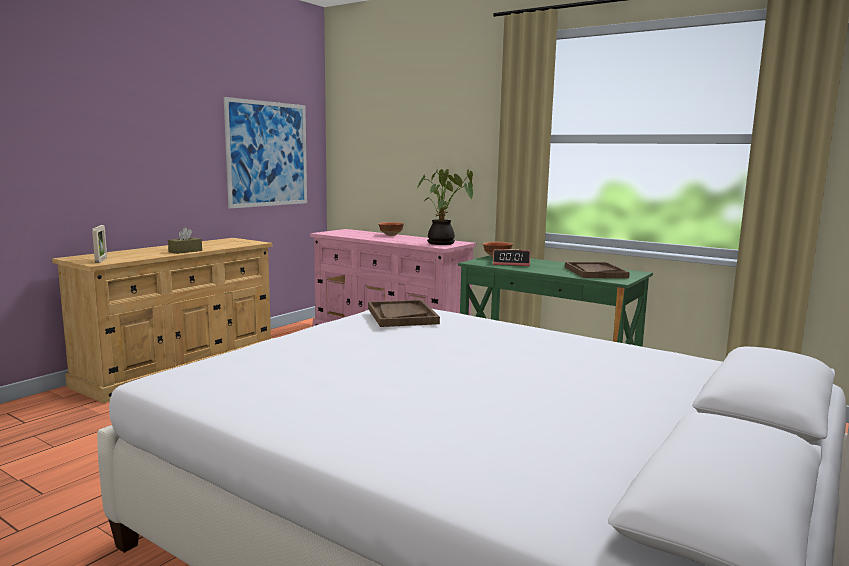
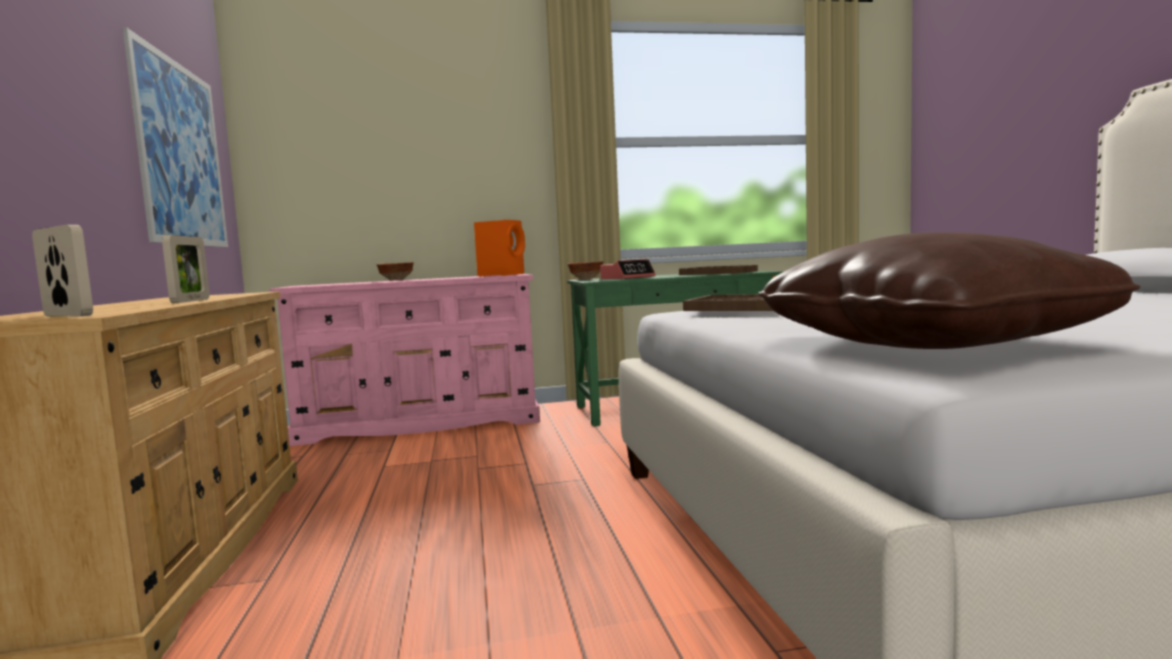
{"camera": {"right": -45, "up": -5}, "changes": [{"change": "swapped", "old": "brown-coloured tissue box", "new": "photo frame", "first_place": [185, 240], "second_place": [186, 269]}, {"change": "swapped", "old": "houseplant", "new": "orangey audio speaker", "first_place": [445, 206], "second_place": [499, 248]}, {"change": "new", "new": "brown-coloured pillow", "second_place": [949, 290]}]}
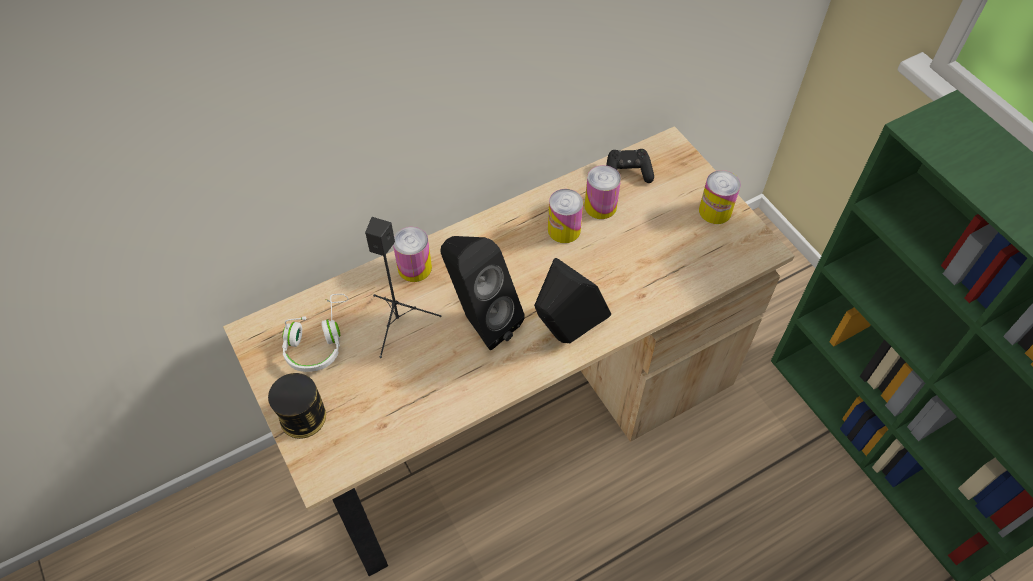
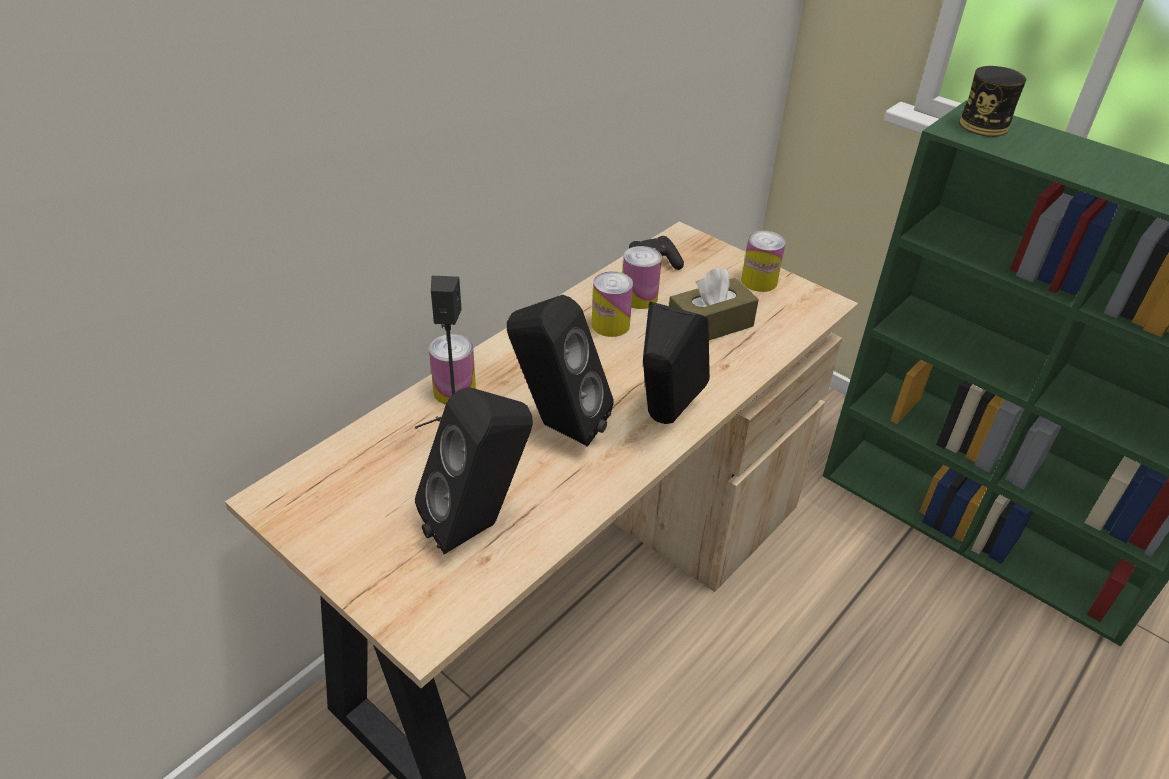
{"camera": {"right": -20, "up": -15}, "changes": [{"change": "shifted", "old": "sealed can", "first_place": [297, 406], "second_place": [992, 101]}, {"change": "gone", "old": "white-coloured headset", "first_place": [315, 333]}, {"change": "new", "new": "black audio speaker", "second_place": [474, 470]}, {"change": "new", "new": "brown-coloured tissue box", "second_place": [714, 303]}]}
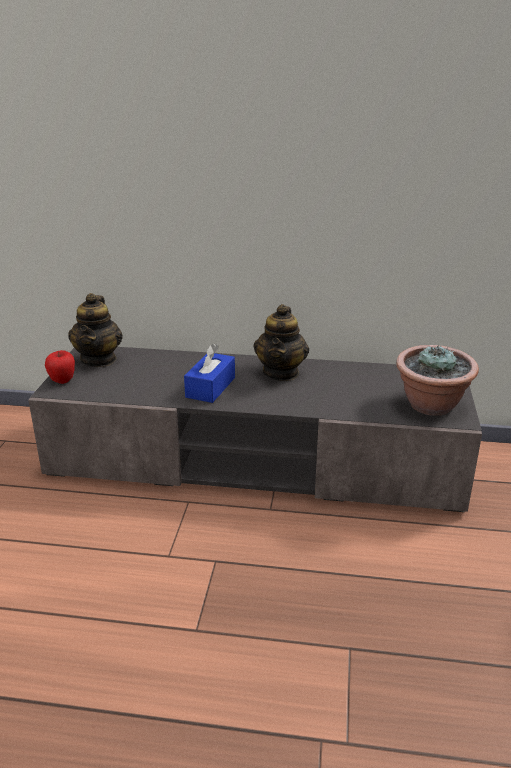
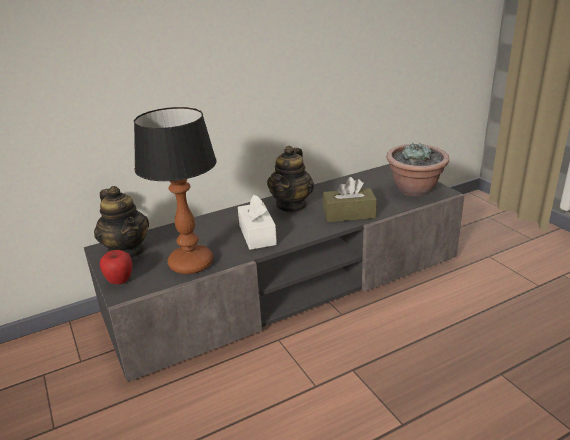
{"camera": {"right": -35, "up": 0}, "changes": [{"change": "repainted", "old": "blue-coloured tissue box", "new": "white-coloured tissue box", "first_place": [209, 373], "second_place": [257, 222]}, {"change": "rotated", "old": "pot for tea", "first_place": [281, 342], "second_place": [290, 179], "degrees": 45}, {"change": "new", "new": "table lamp", "second_place": [175, 190]}, {"change": "new", "new": "brown-coloured tissue box", "second_place": [350, 199]}]}
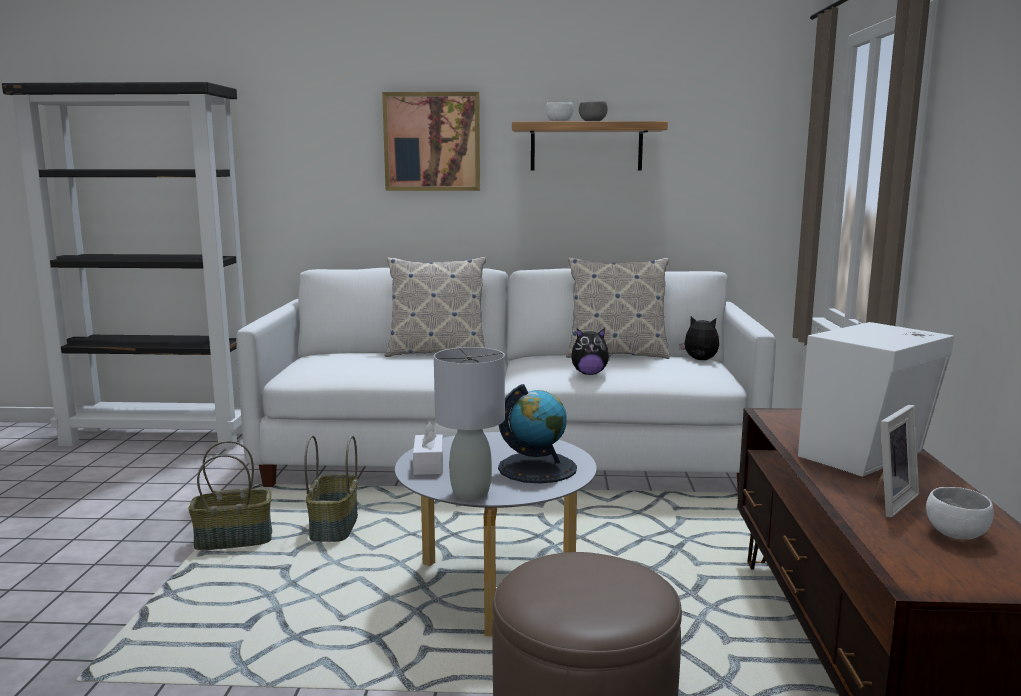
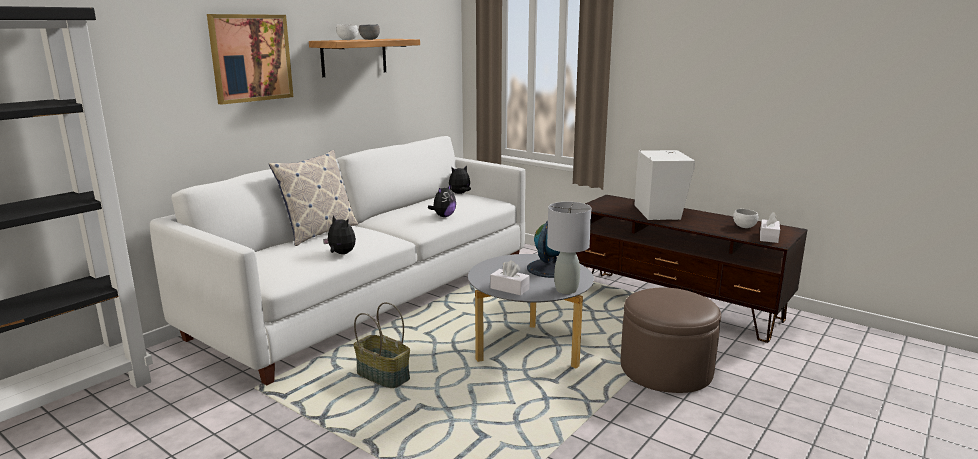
{"camera": {"right": -55, "up": 5}, "changes": [{"change": "gone", "old": "basket", "first_place": [230, 495]}, {"change": "gone", "old": "pillow", "first_place": [618, 308]}, {"change": "gone", "old": "photo frame", "first_place": [895, 461]}, {"change": "new", "new": "plush toy", "second_place": [339, 234]}, {"change": "new", "new": "white-coloured tissue box", "second_place": [770, 227]}]}
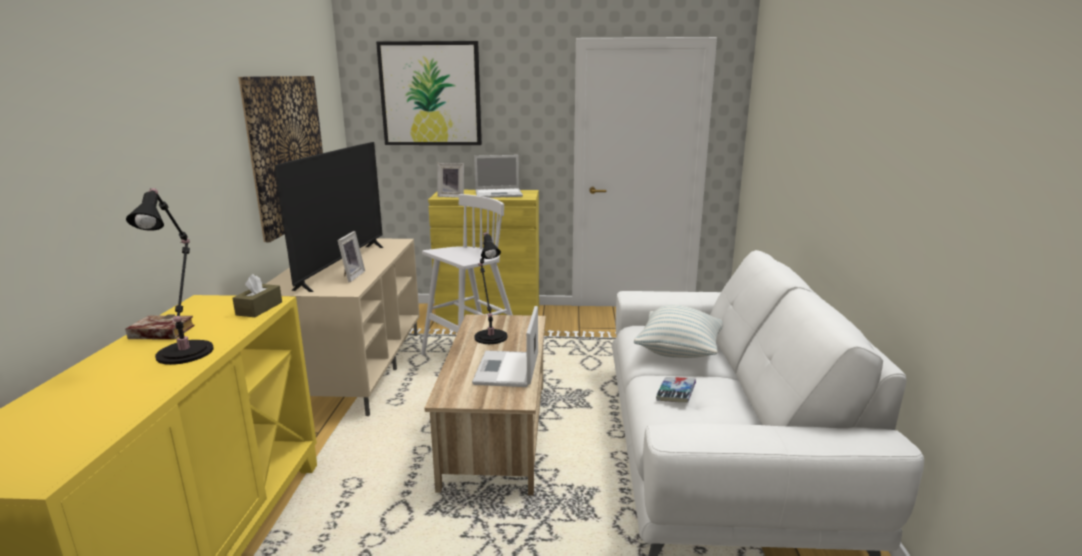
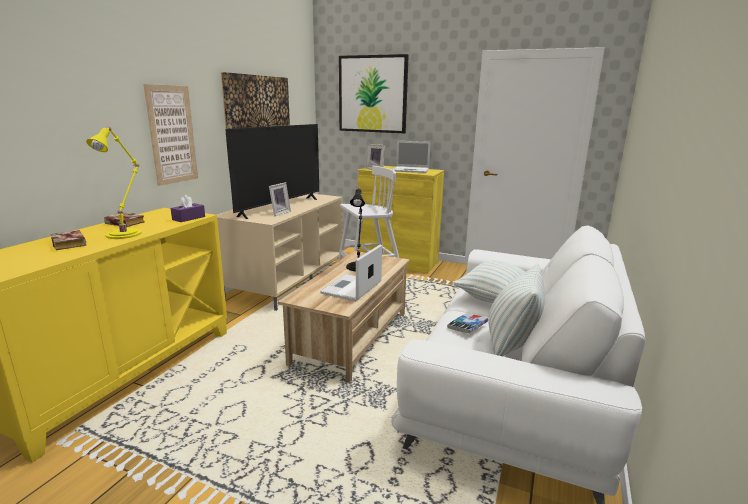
{"camera": {"right": 20, "up": 0}, "changes": [{"change": "repainted", "old": "black table lamp", "new": "yellow table lamp", "first_place": [170, 276], "second_place": [114, 183]}, {"change": "repainted", "old": "brown-coloured tissue box", "new": "purple-coloured tissue box", "first_place": [257, 295], "second_place": [188, 208]}, {"change": "new", "new": "volume", "second_place": [68, 240]}, {"change": "new", "new": "wall picture", "second_place": [171, 135]}, {"change": "new", "new": "pillow", "second_place": [516, 310]}]}
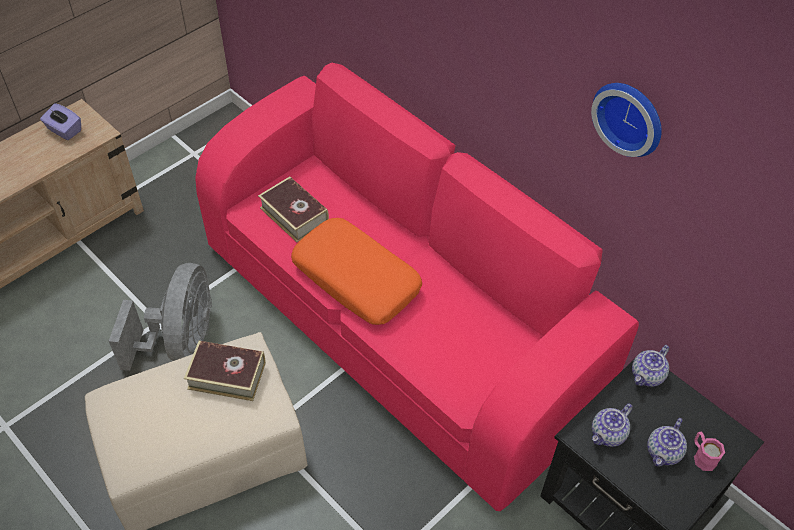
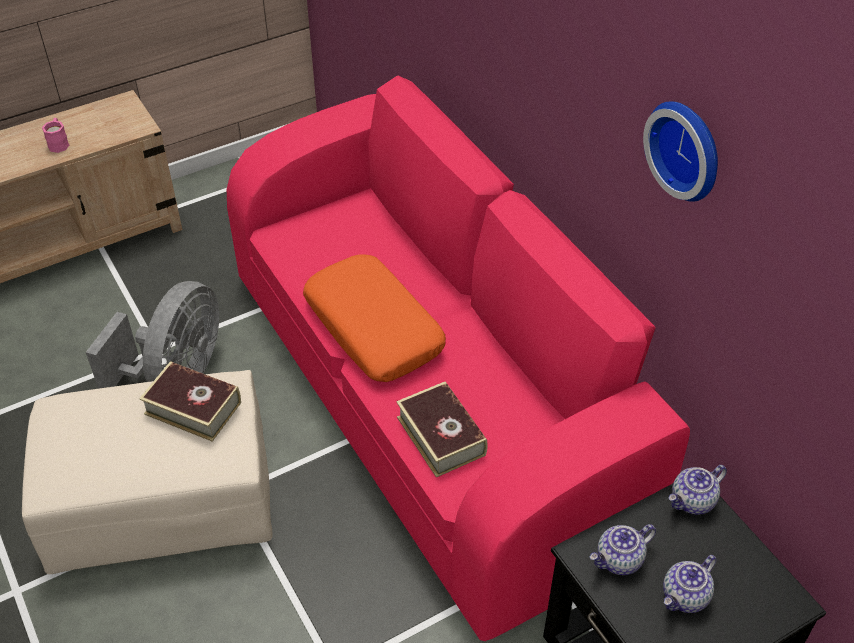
{"camera": {"right": 15, "up": -5}, "changes": [{"change": "gone", "old": "purple-coloured tissue box", "first_place": [60, 121]}, {"change": "shifted", "old": "volume", "first_place": [293, 209], "second_place": [442, 429]}, {"change": "shifted", "old": "pink mug", "first_place": [709, 451], "second_place": [55, 135]}]}
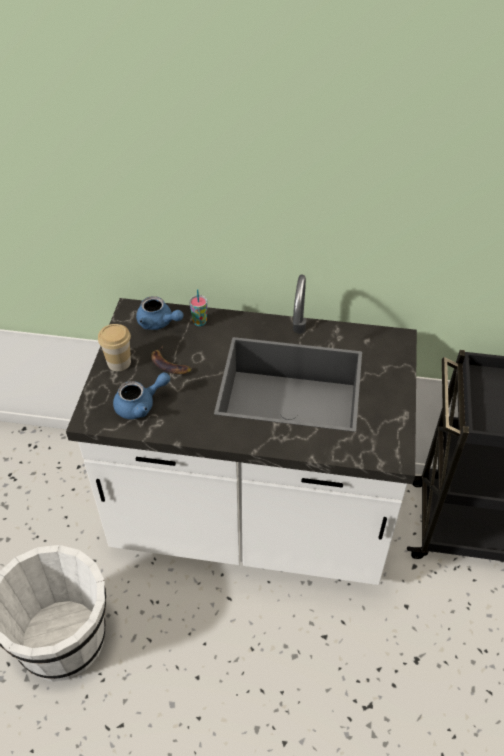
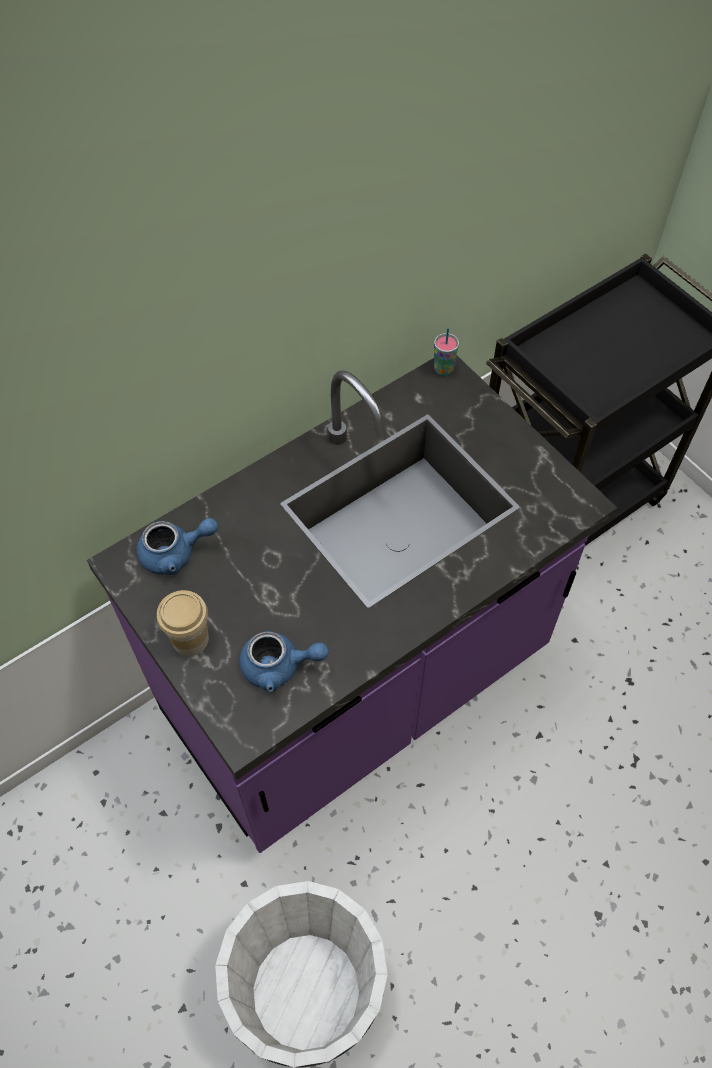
{"camera": {"right": -45, "up": 10}, "changes": [{"change": "repainted", "old": "white-coloured kitchen base unit", "new": "purple-coloured kitchen base unit", "first_place": [241, 429], "second_place": [352, 604]}, {"change": "rotated", "old": "blue-coloured pot for tea", "first_place": [141, 395], "second_place": [284, 661], "degrees": 75}, {"change": "gone", "old": "whole banana", "first_place": [172, 360]}, {"change": "shifted", "old": "cup", "first_place": [198, 307], "second_place": [446, 352]}]}
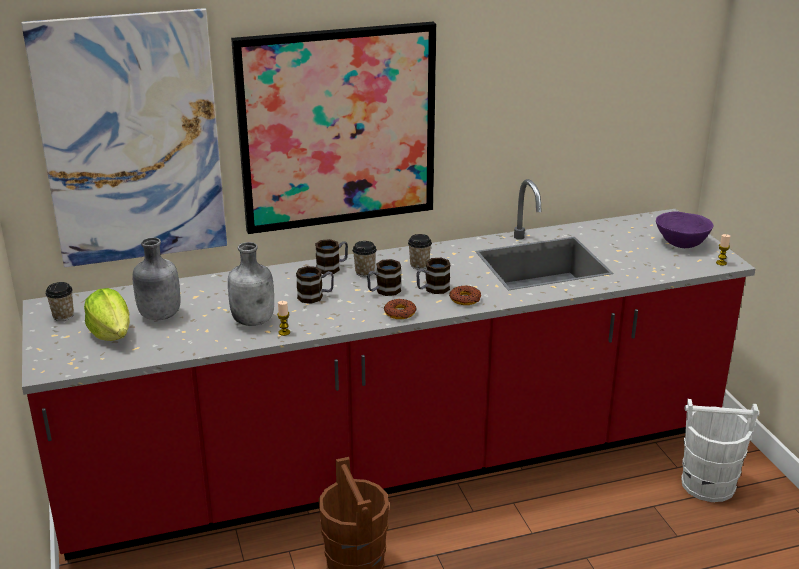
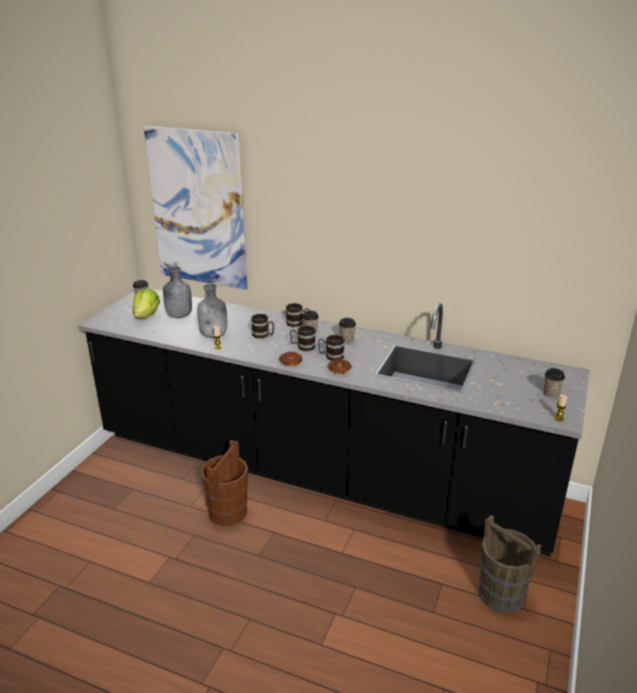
{"camera": {"right": 40, "up": 0}, "changes": [{"change": "repainted", "old": "reddish kitchen base unit", "new": "black kitchen base unit", "first_place": [388, 370], "second_place": [334, 422]}, {"change": "gone", "old": "wall picture", "first_place": [333, 128]}, {"change": "swapped", "old": "purple-coloured bowl", "new": "cup", "first_place": [684, 229], "second_place": [554, 383]}, {"change": "repainted", "old": "white-coloured pail", "new": "brown-coloured pail", "first_place": [720, 450], "second_place": [510, 563]}]}
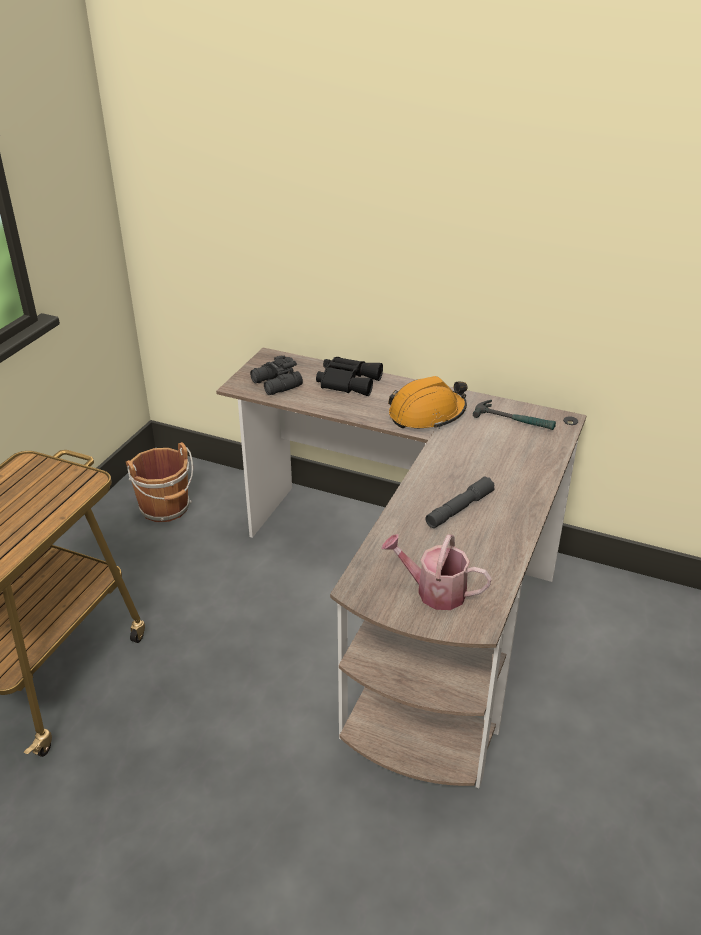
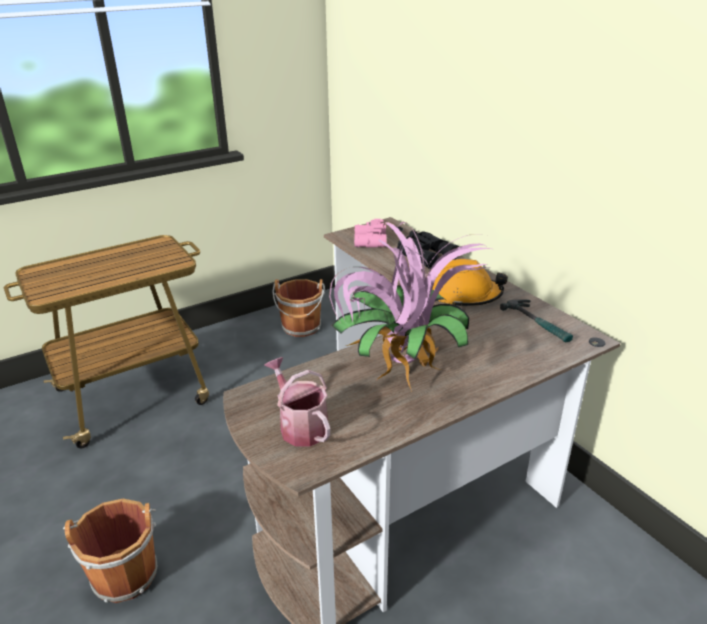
{"camera": {"right": 35, "up": -5}, "changes": [{"change": "repainted", "old": "black binoculars", "new": "pink binoculars", "first_place": [276, 375], "second_place": [370, 233]}, {"change": "swapped", "old": "grey flashlight", "new": "houseplant", "first_place": [460, 502], "second_place": [410, 307]}, {"change": "new", "new": "brown-coloured pail", "second_place": [110, 551]}]}
